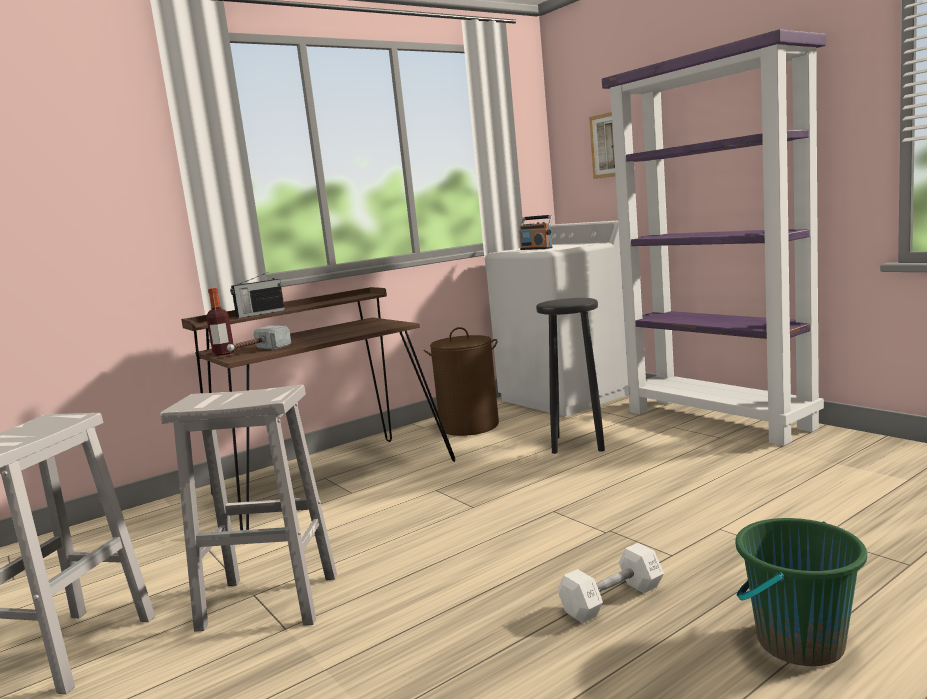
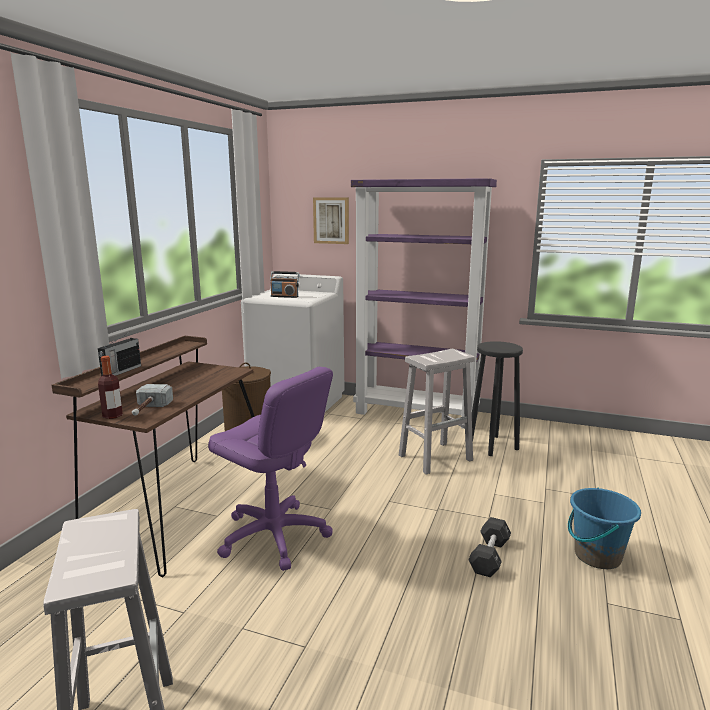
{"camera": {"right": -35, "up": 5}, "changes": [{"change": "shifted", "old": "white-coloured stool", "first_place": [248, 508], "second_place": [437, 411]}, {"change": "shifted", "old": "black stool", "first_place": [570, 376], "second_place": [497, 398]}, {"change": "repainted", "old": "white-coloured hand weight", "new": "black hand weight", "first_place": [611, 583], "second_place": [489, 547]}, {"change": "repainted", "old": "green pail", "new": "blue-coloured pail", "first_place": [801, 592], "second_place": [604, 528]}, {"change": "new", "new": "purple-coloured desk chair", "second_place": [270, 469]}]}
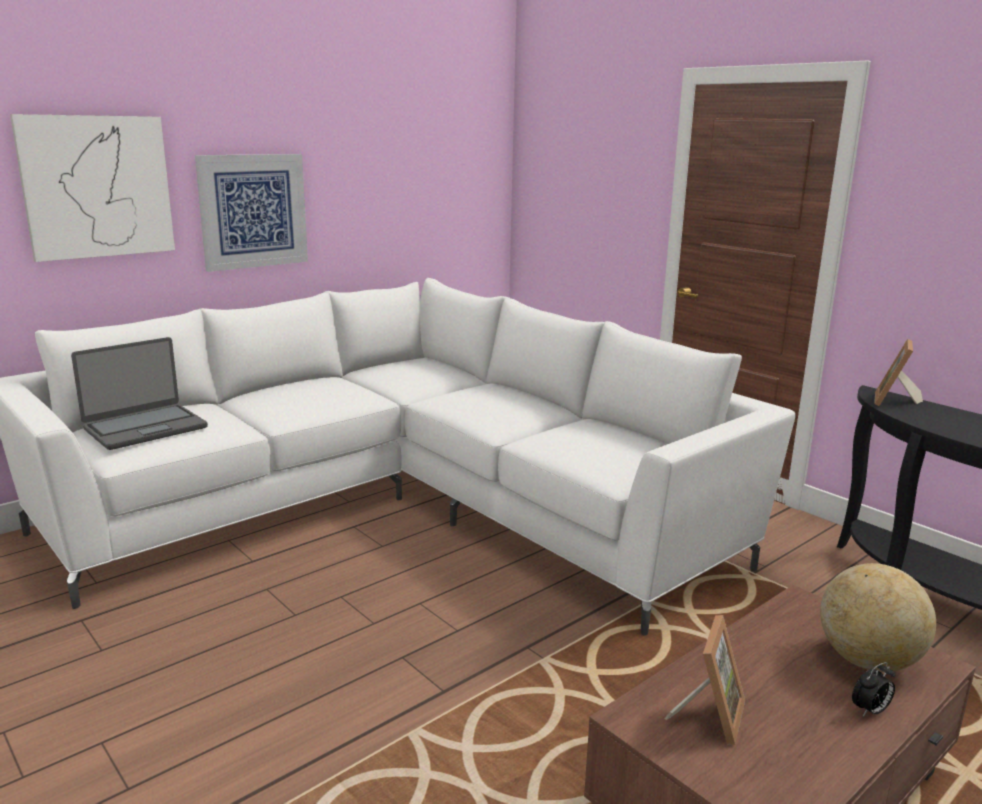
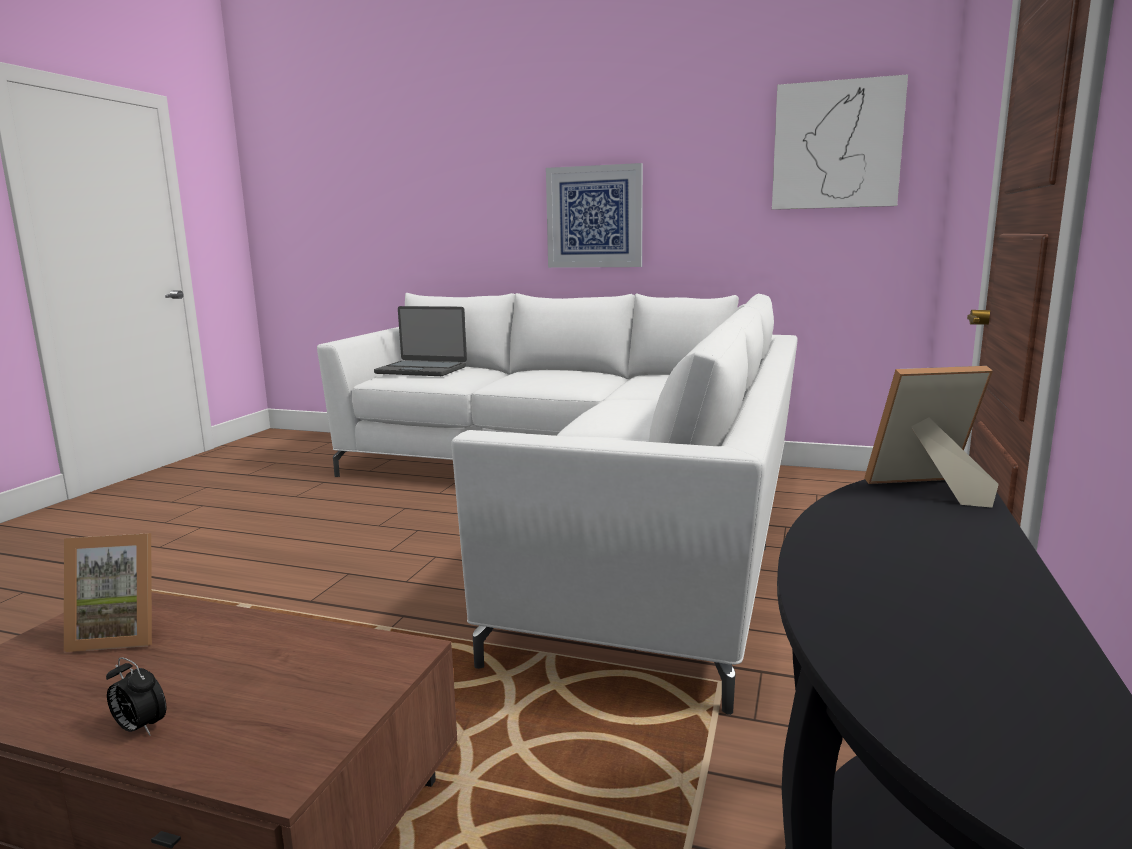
{"camera": {"right": 60, "up": -5}, "changes": [{"change": "shifted", "old": "wall picture", "first_place": [92, 188], "second_place": [840, 142]}, {"change": "gone", "old": "globe", "first_place": [878, 617]}]}
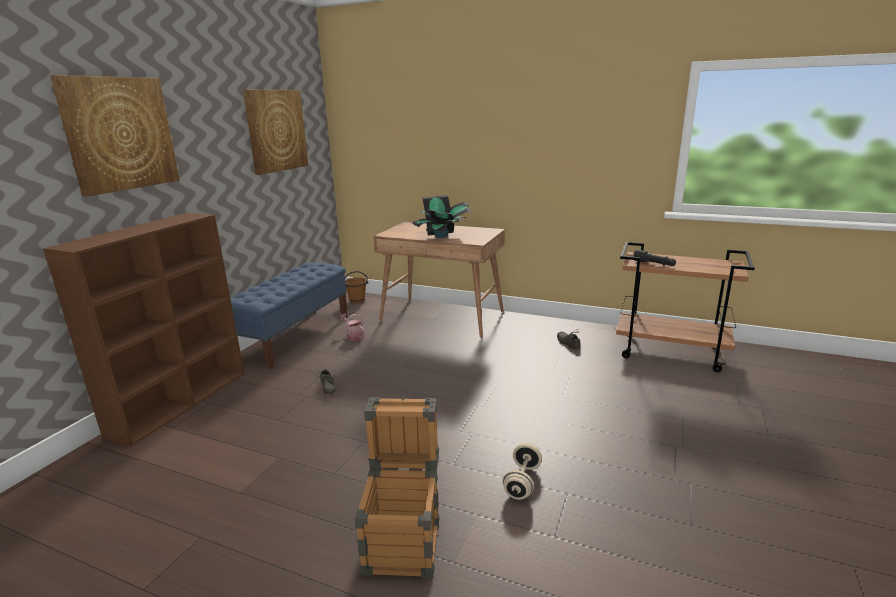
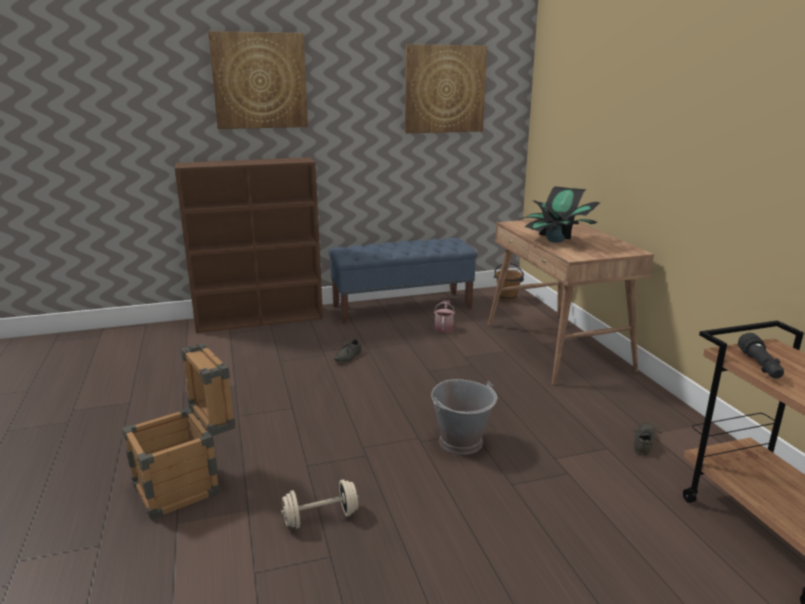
{"camera": {"right": 50, "up": 0}, "changes": [{"change": "new", "new": "grey pail", "second_place": [464, 417]}]}
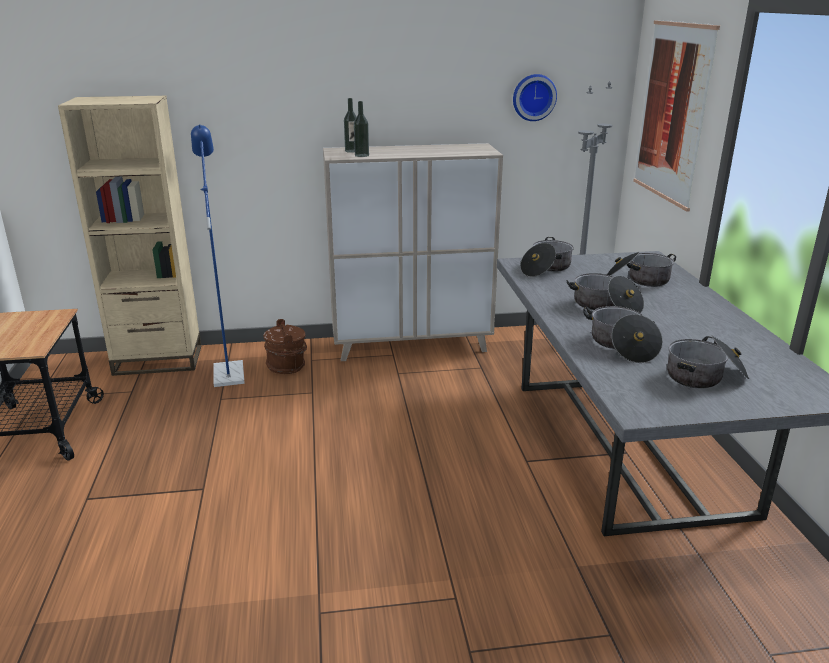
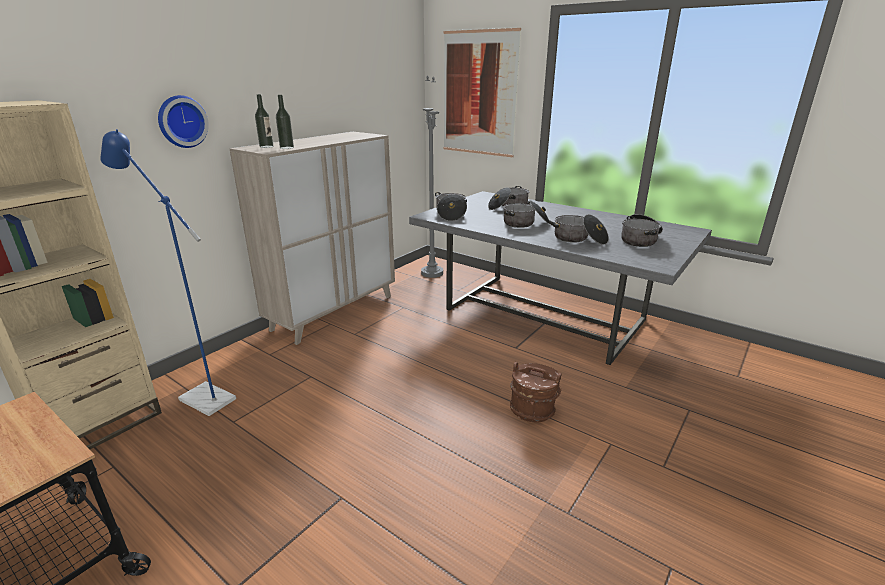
{"camera": {"right": -45, "up": 0}, "changes": [{"change": "shifted", "old": "brown-coloured pail", "first_place": [285, 346], "second_place": [536, 392]}, {"change": "shifted", "old": "wall clock", "first_place": [535, 97], "second_place": [183, 121]}]}
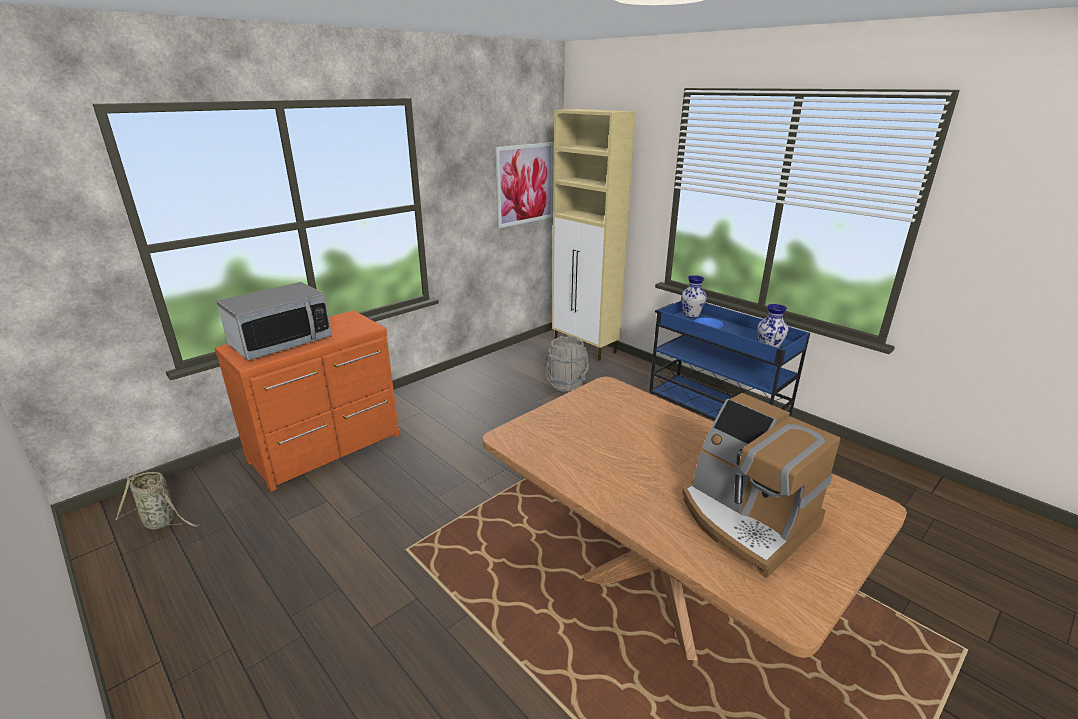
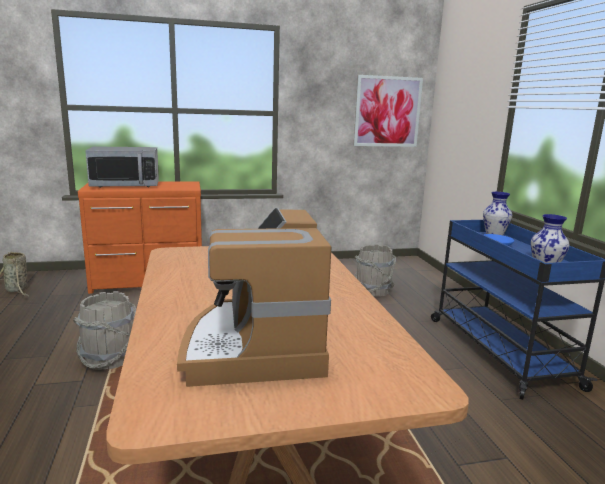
{"camera": {"right": 30, "up": -10}, "changes": [{"change": "gone", "old": "sand-coloured cupboard", "first_place": [594, 235]}, {"change": "new", "new": "grey pail", "second_place": [104, 330]}]}
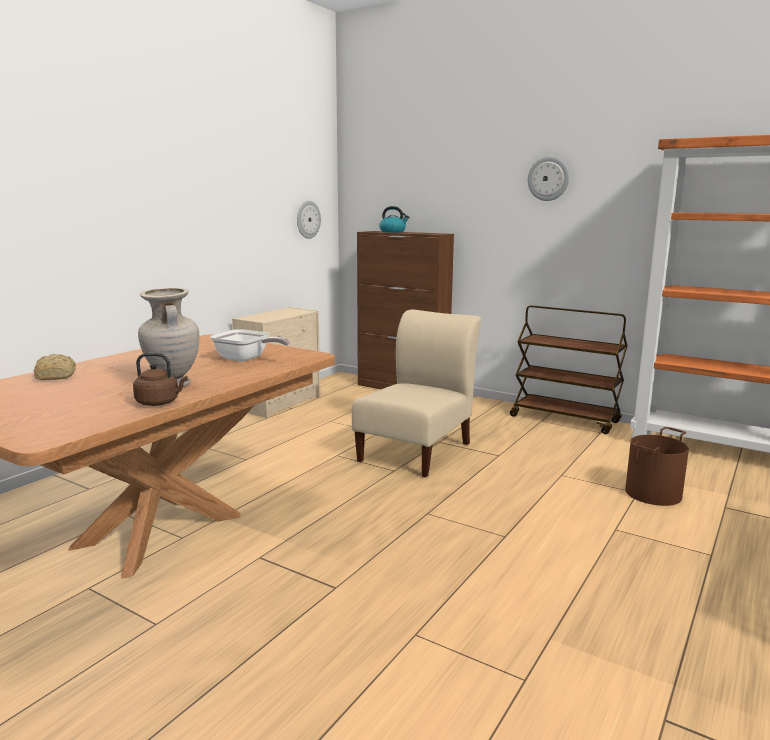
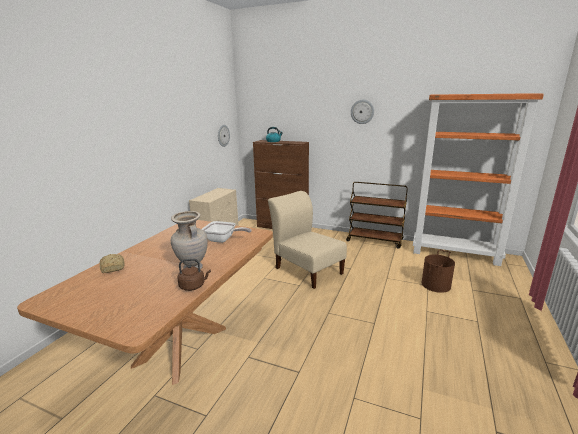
{"camera": {"right": -10, "up": 5}, "changes": [{"change": "rotated", "old": "sand-coloured plain chair", "first_place": [416, 393], "second_place": [307, 240], "degrees": -60}]}
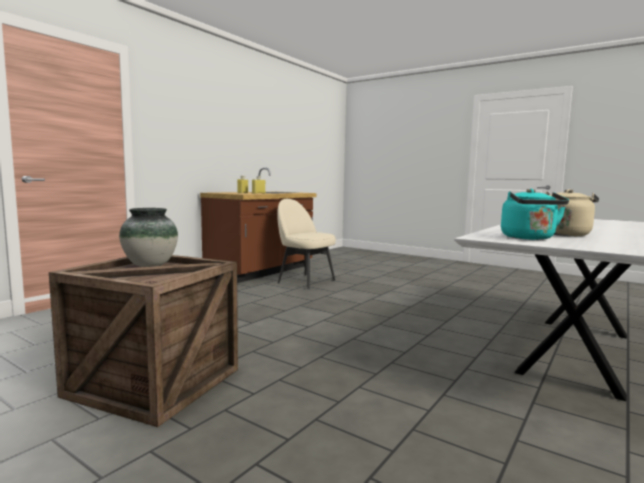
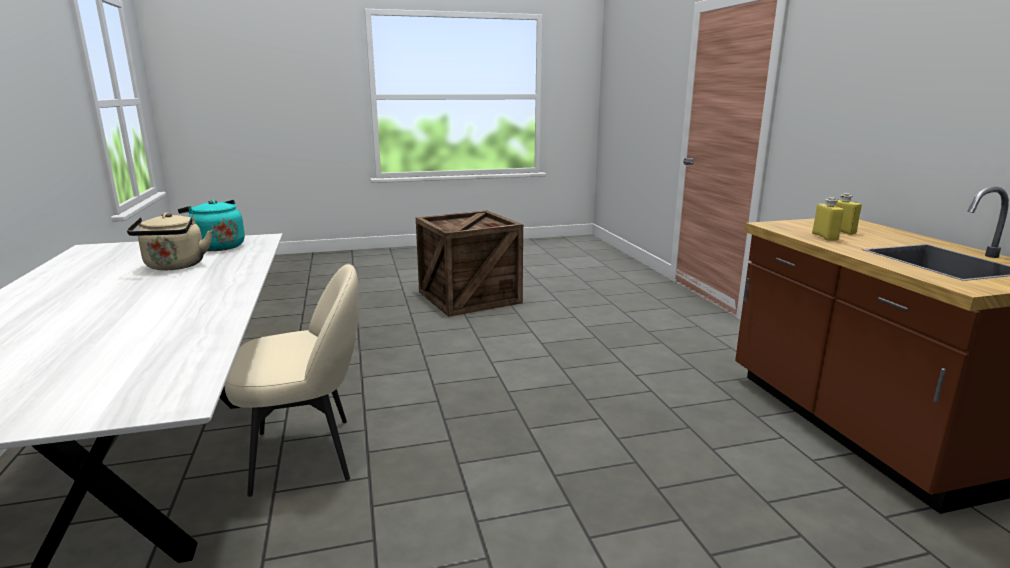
{"camera": {"right": 130, "up": 10}, "changes": [{"change": "gone", "old": "flower vase", "first_place": [148, 237]}, {"change": "shifted", "old": "sand-coloured plain chair", "first_place": [306, 244], "second_place": [292, 380]}]}
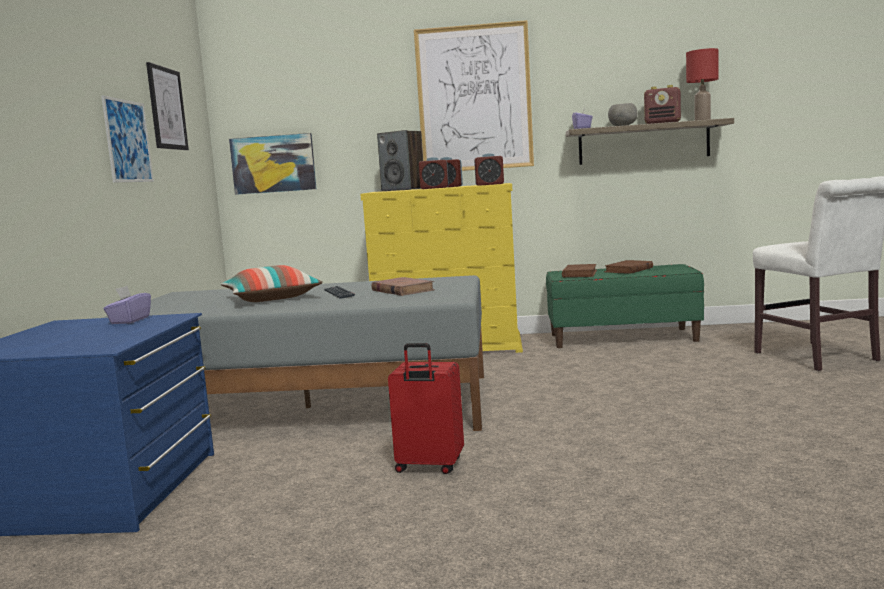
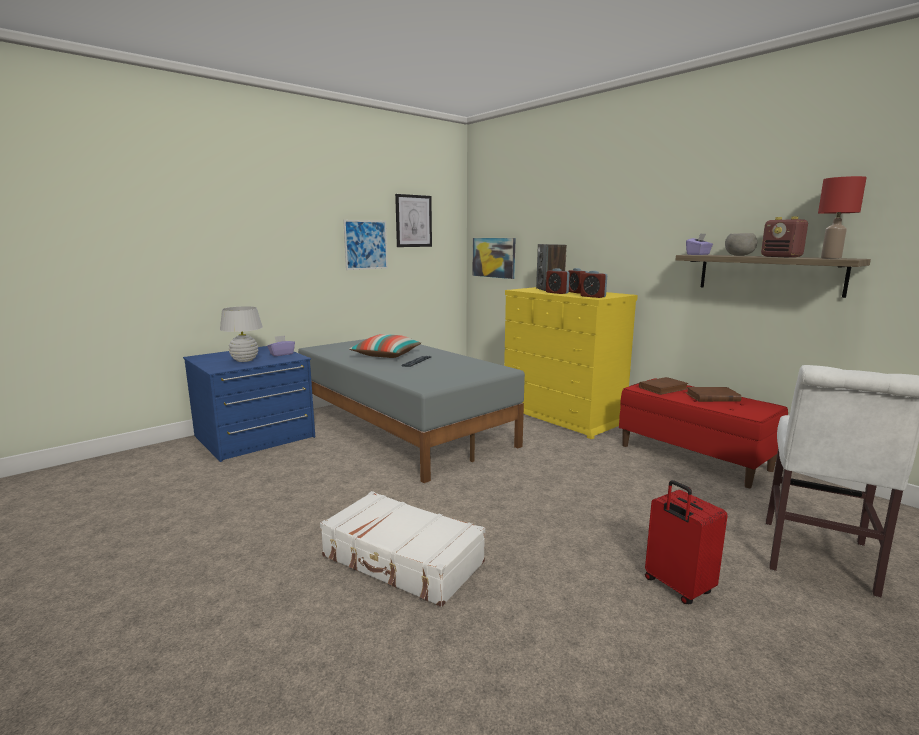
{"camera": {"right": 45, "up": 5}, "changes": [{"change": "gone", "old": "brown-coloured volume", "first_place": [403, 286]}, {"change": "shifted", "old": "reddish suitcase", "first_place": [426, 408], "second_place": [686, 542]}, {"change": "gone", "old": "wall picture", "first_place": [474, 95]}, {"change": "repainted", "old": "green bench", "new": "reddish bench", "first_place": [625, 306], "second_place": [703, 433]}, {"change": "new", "new": "white-coloured table lamp", "second_place": [241, 334]}, {"change": "new", "new": "white-coloured suitcase", "second_place": [402, 549]}]}
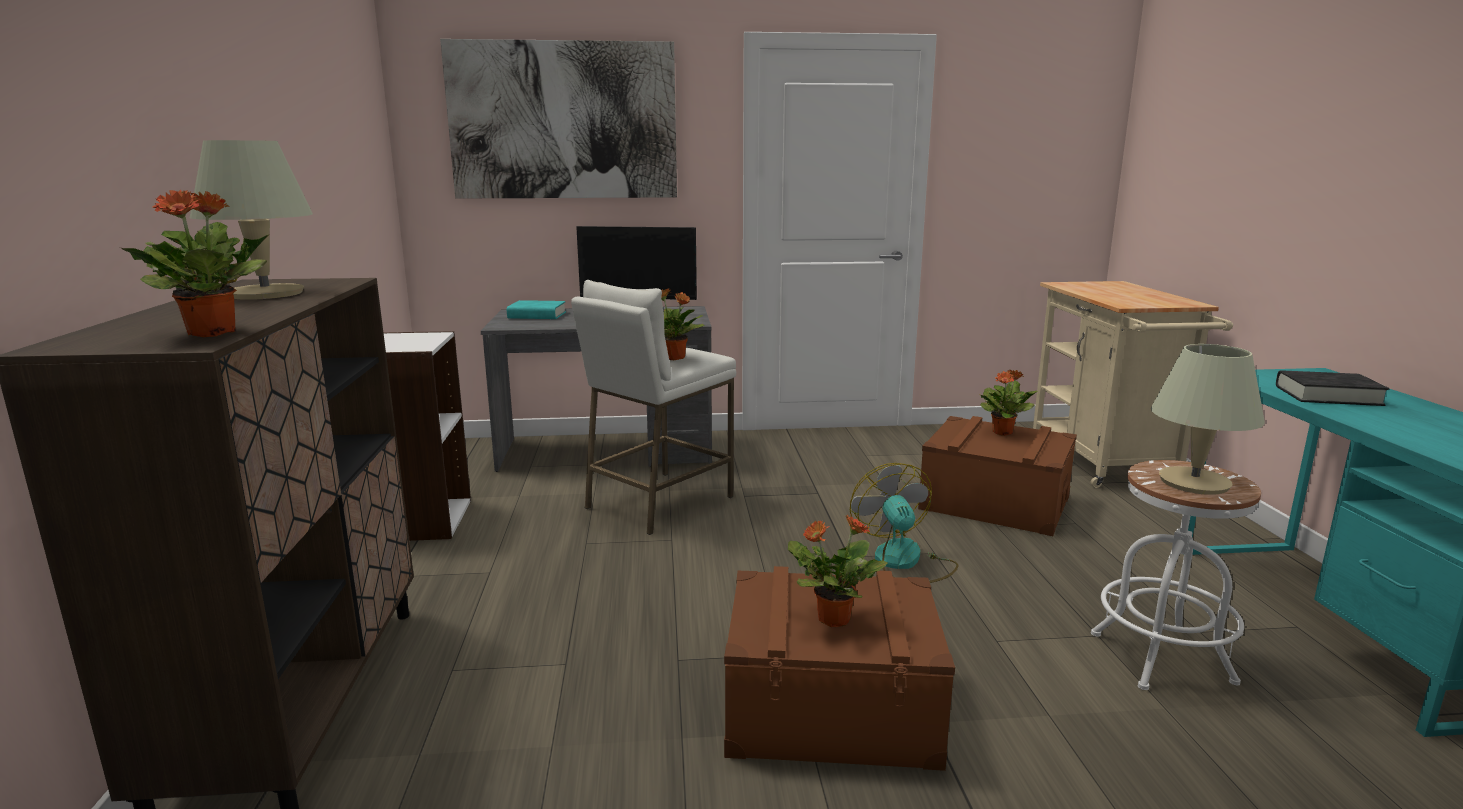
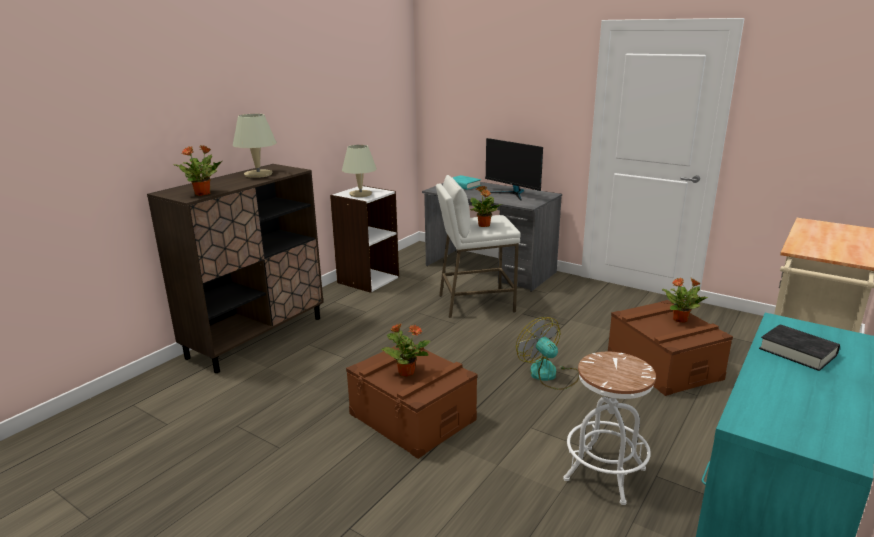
{"camera": {"right": 40, "up": 5}, "changes": [{"change": "gone", "old": "wall picture", "first_place": [558, 118]}, {"change": "rotated", "old": "fan", "first_place": [904, 523], "second_place": [547, 353], "degrees": -60}, {"change": "shifted", "old": "sand-coloured table lamp", "first_place": [1208, 419], "second_place": [359, 171]}]}
